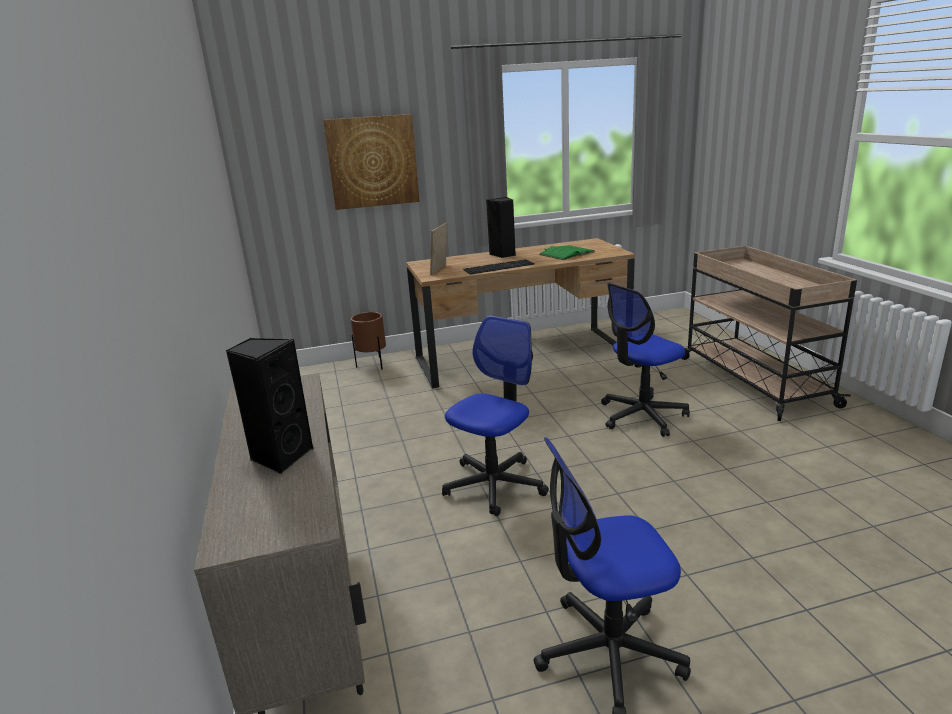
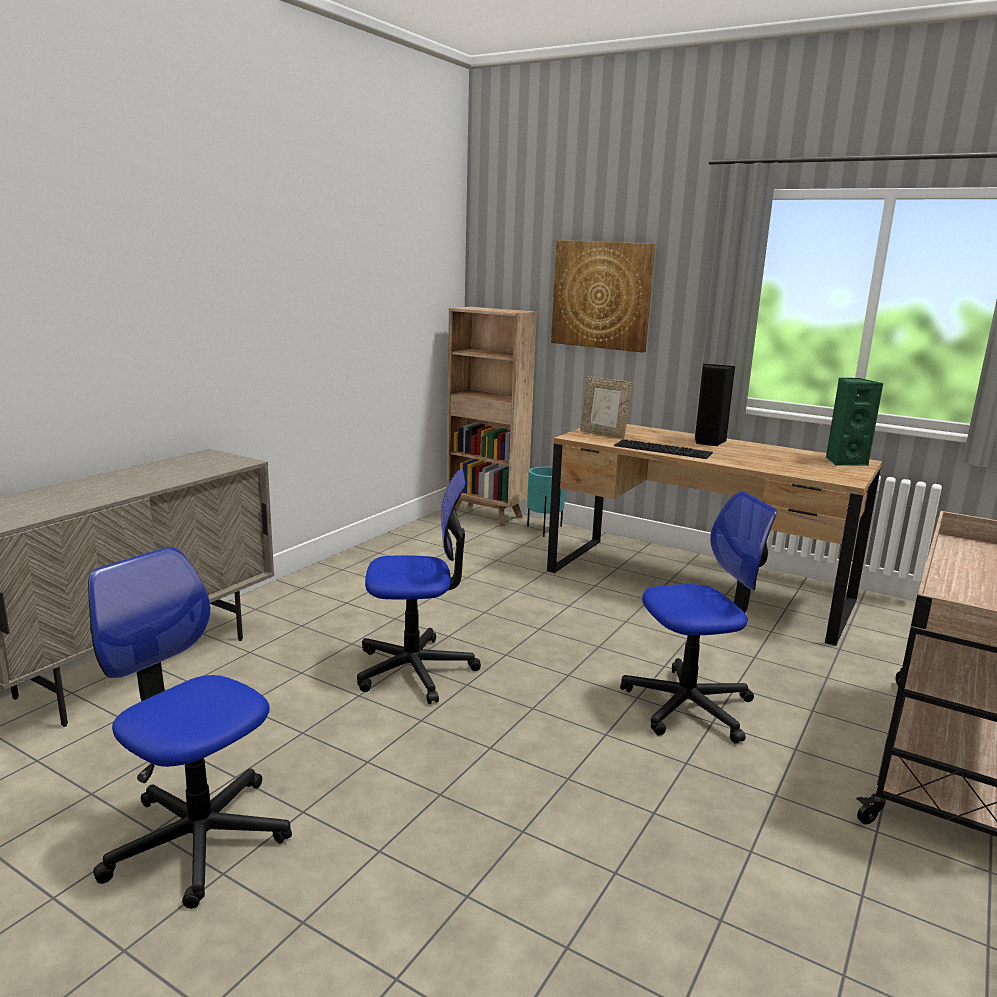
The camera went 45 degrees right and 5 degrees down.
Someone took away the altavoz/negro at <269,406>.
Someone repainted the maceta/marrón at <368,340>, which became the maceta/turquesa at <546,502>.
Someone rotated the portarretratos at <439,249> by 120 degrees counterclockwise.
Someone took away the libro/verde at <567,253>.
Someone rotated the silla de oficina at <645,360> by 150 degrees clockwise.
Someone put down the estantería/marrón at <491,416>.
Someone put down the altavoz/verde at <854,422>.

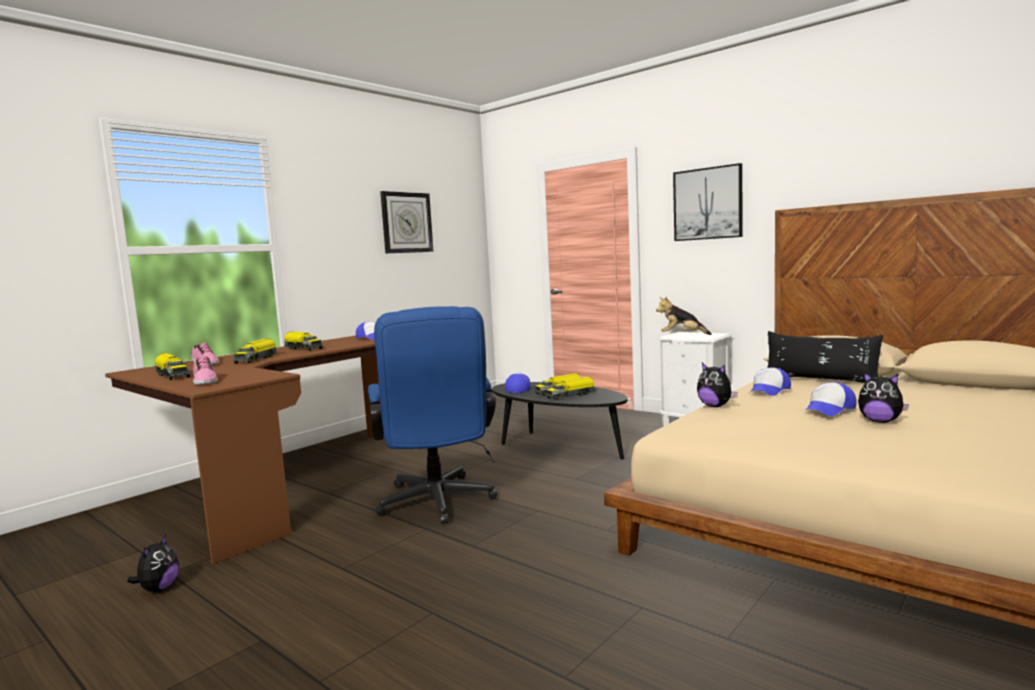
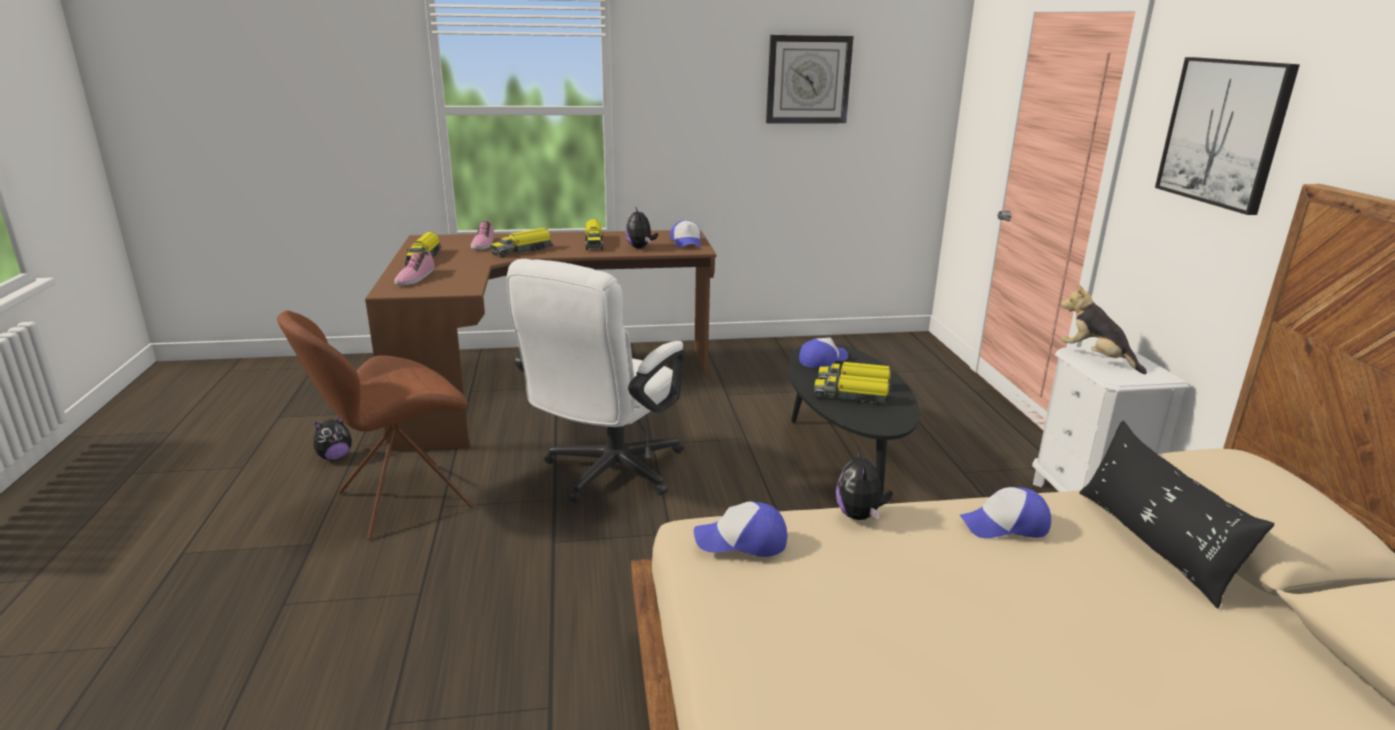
The camera went 40 degrees right and 15 degrees up.
Someone repainted the silla de oficina/azul at <433,415>, which became the silla de oficina/blanco at <595,381>.
Someone carried the gorra from <830,399> to <740,529>.
Someone carried the peluche from <883,397> to <642,228>.
Someone put down the silla/marrón at <374,425>.

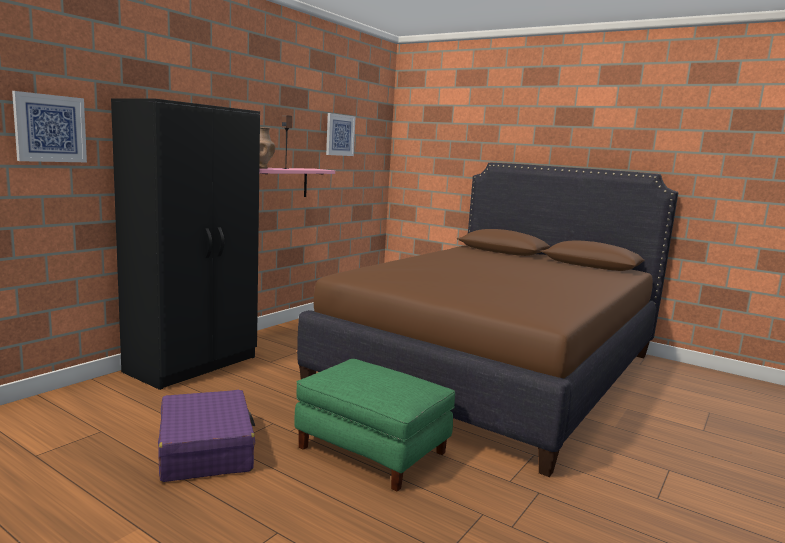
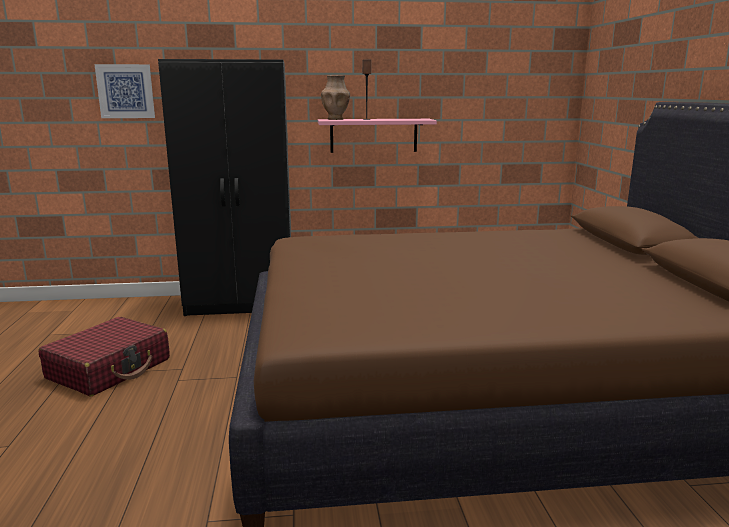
The camera went 50 degrees right and 5 degrees up.
Someone repainted the maleta/morado at <206,436>, which became the maleta/rojo at <104,356>.
Someone took away the puf/verde at <374,425>.
Someone took away the cuadro at <340,134>.

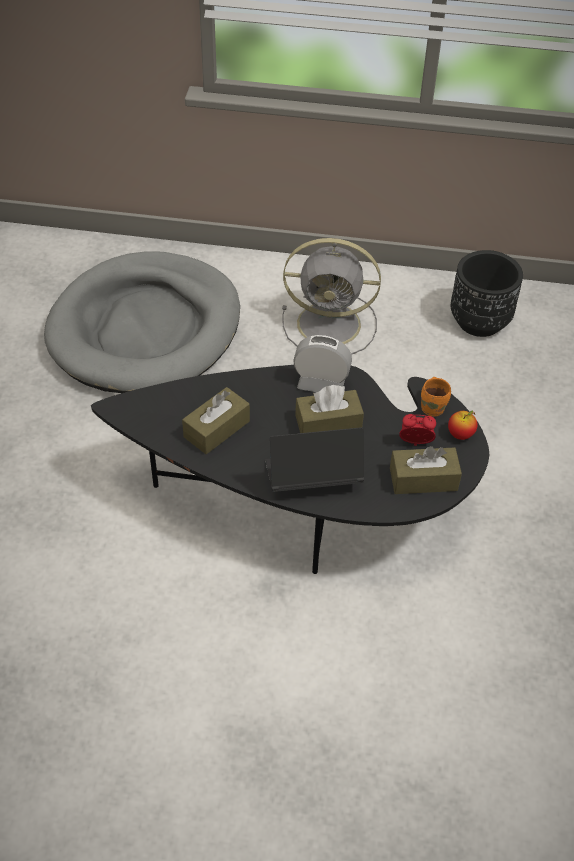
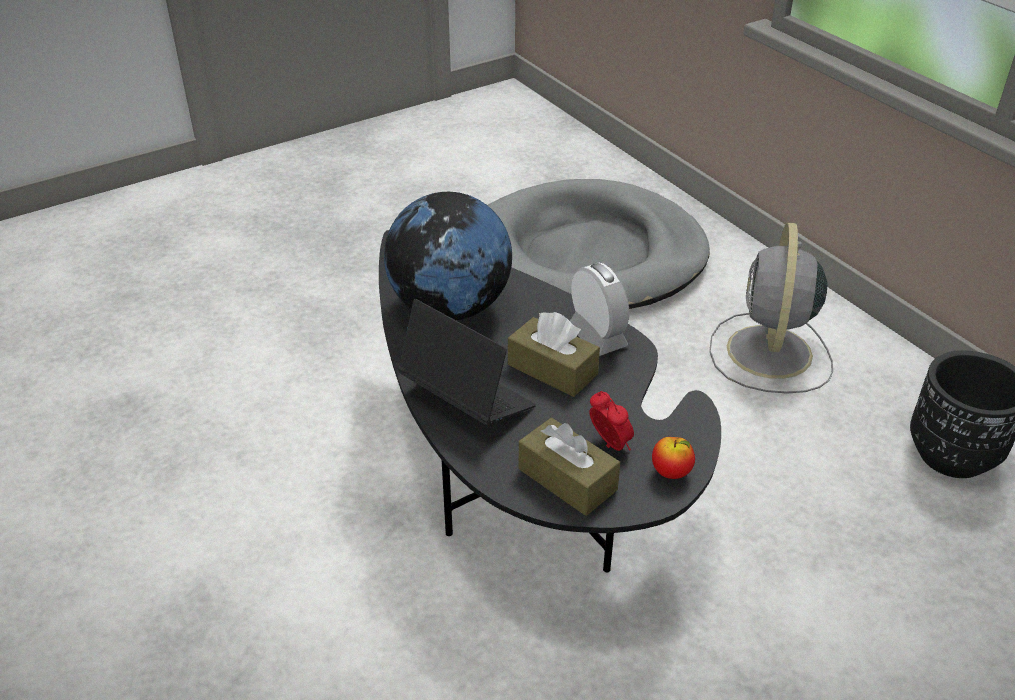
The camera went 50 degrees right and 10 degrees down.
Someone swapped the caja de pañuelos/marrón at <216,420> for the globo terráqueo at <448,256>.
Someone rotated the ventilador/gris at <331,296> by 45 degrees clockwise.
Someone took away the taza grande/naranja at <436,397>.

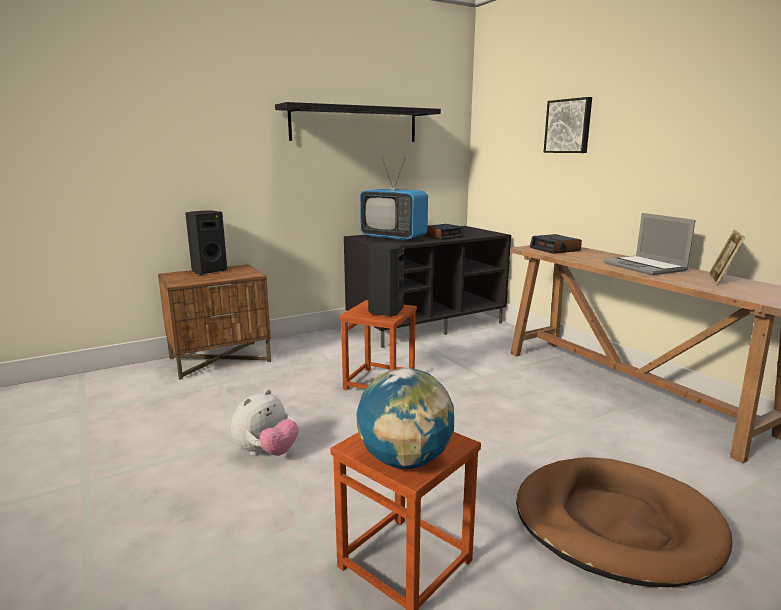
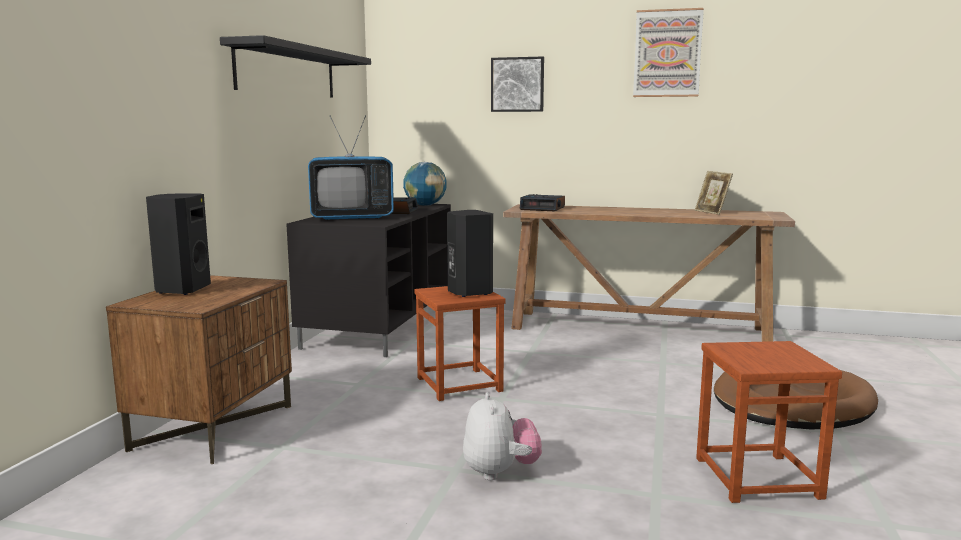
The camera went 45 degrees left and 5 degrees down.
Someone carried the globo terráqueo from <405,418> to <425,184>.
Someone took away the portátil at <650,244>.
Someone put up the cuadro at <668,52>.

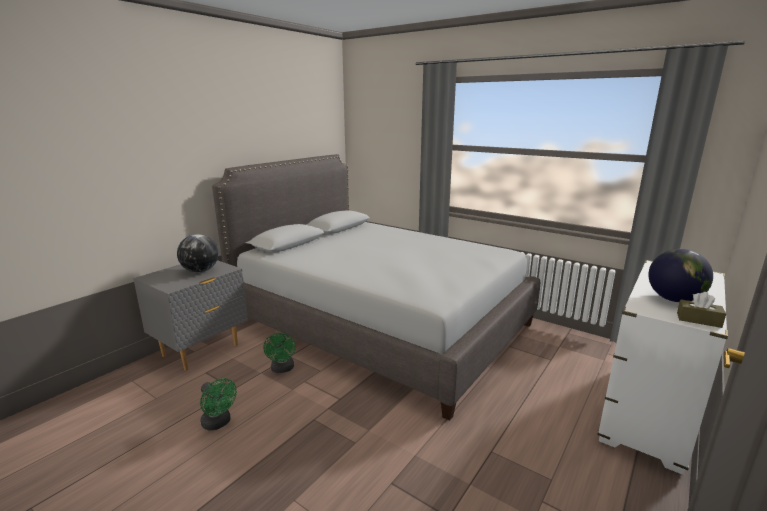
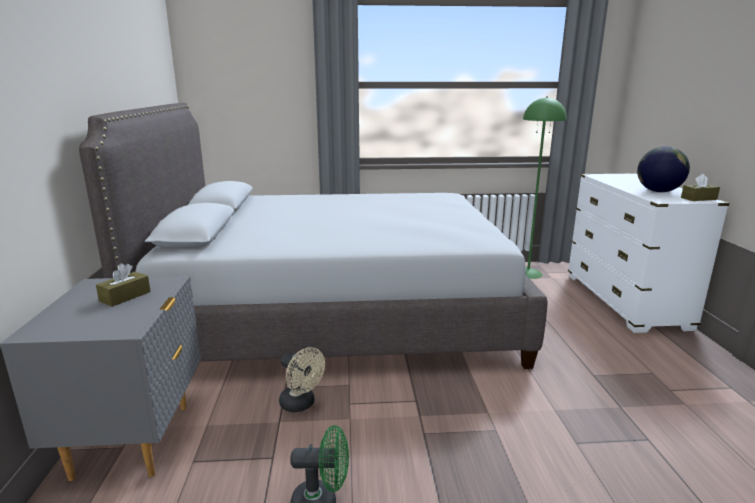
The camera went 40 degrees left and 0 degrees up.
Someone swapped the globo terráqueo at <197,253> for the caja de pañuelos/marrón at <123,285>.
Someone repainted the ventilador/verde at <279,353>, which became the ventilador/beis at <302,379>.
Someone put down the lámpara de pie/verde at <545,187>.

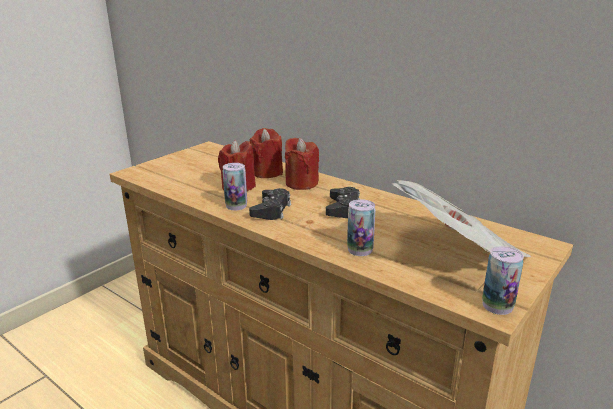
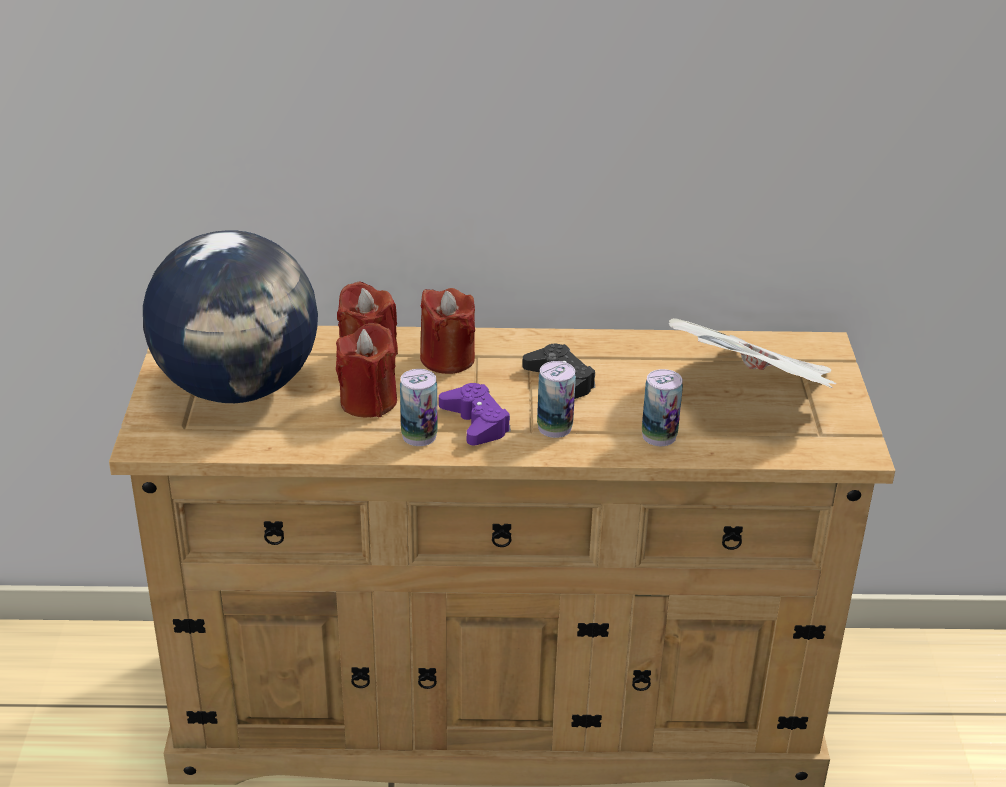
The camera went 40 degrees left and 10 degrees up.
Someone repainted the mando de consola/negro at <270,204>, which became the mando de consola/morado at <475,414>.
Someone carried the lata from <503,280> to <556,399>.
Someone put down the globo terráqueo at <230,316>.

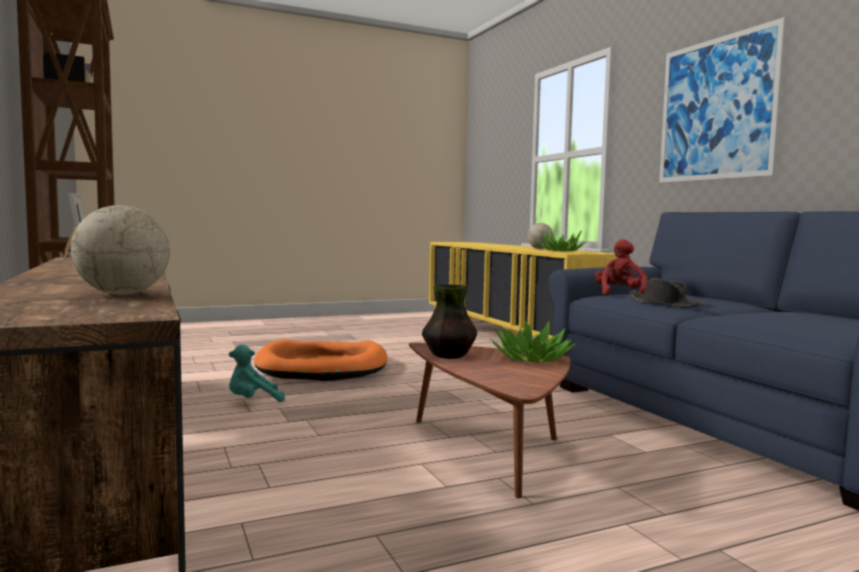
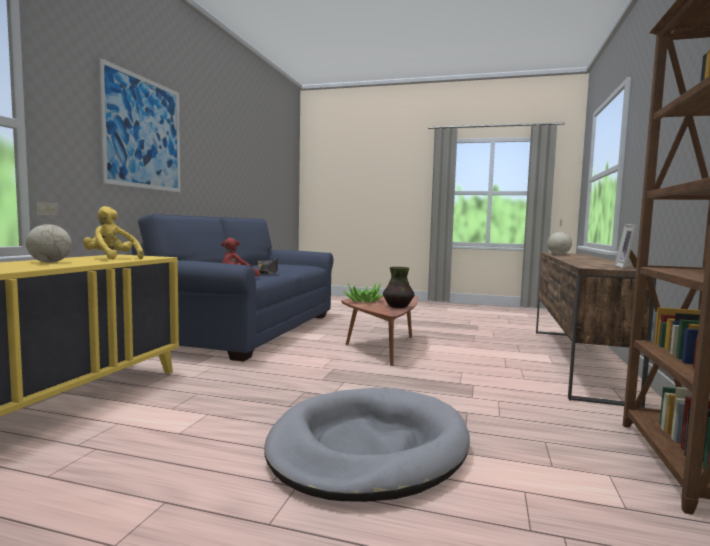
The camera went 140 degrees left and 0 degrees up.
Someone took away the peluche/turquesa at <257,373>.
Someone repainted the cama para perro/naranja at <320,360>, which became the cama para perro/gris at <367,445>.
Someone swapped the planta en maceta at <562,240> for the peluche/amarillo at <113,232>.

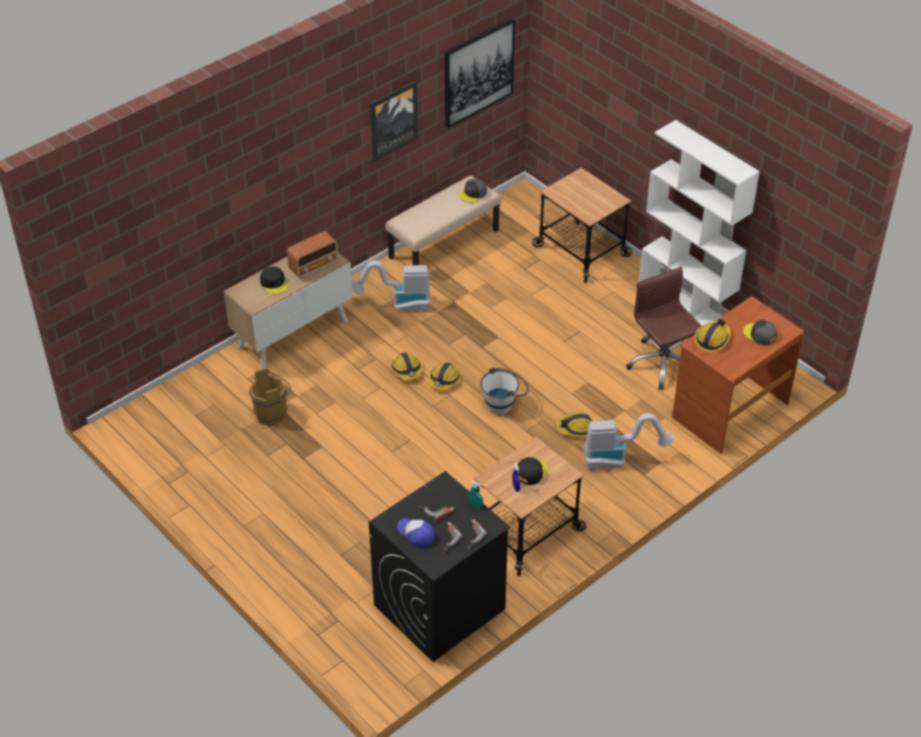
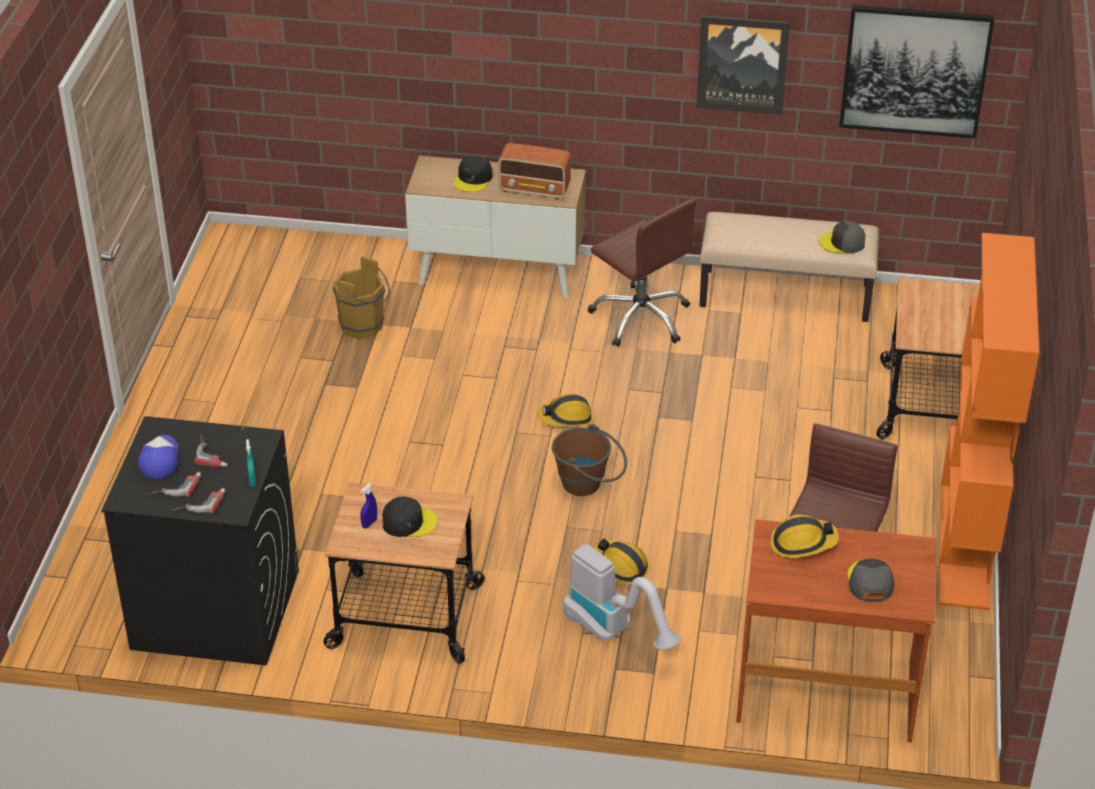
The camera went 50 degrees right and 5 degrees down.
Someone swapped the aspiradora at <391,287> for the silla de oficina/marrón at <642,273>.
Someone took away the casco at <406,366>.
Someone repainted the cubo/blanco at <504,391>, which became the cubo/marrón at <589,460>.
Someone repainted the estantería/blanco at <699,223>, which became the estantería/naranja at <989,421>.

